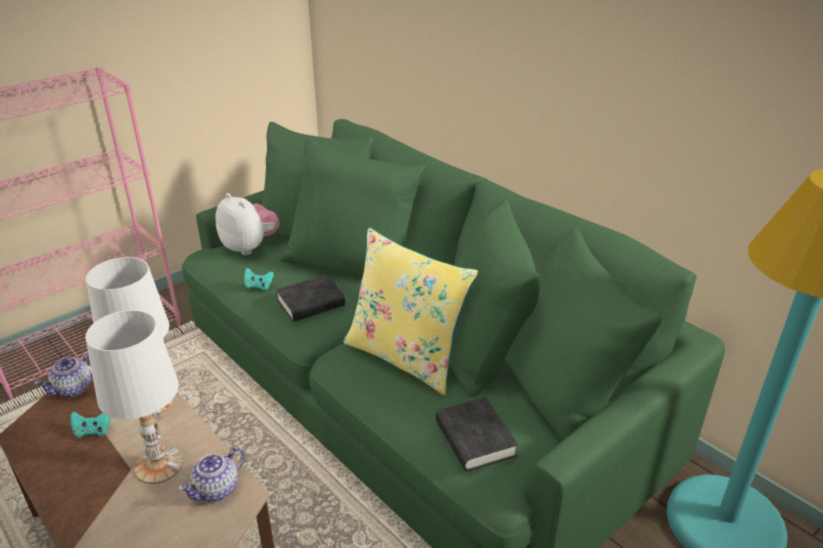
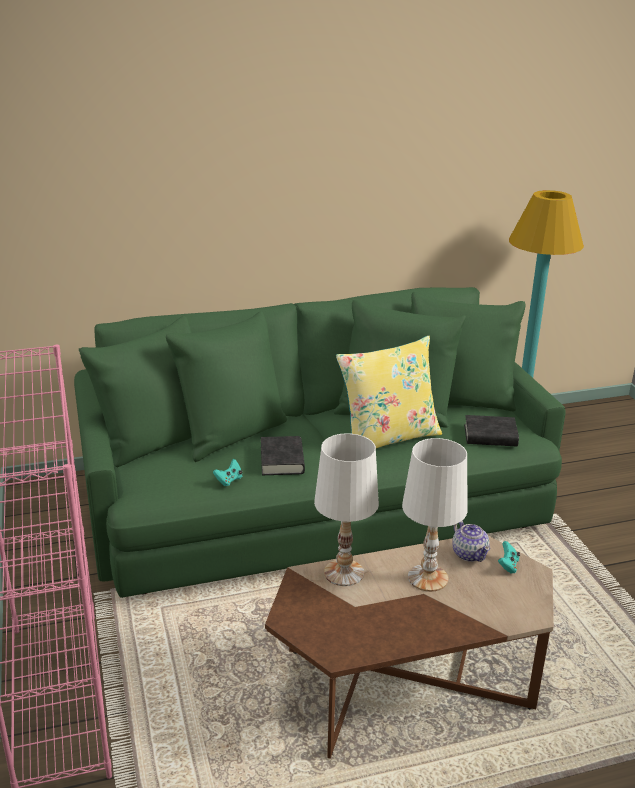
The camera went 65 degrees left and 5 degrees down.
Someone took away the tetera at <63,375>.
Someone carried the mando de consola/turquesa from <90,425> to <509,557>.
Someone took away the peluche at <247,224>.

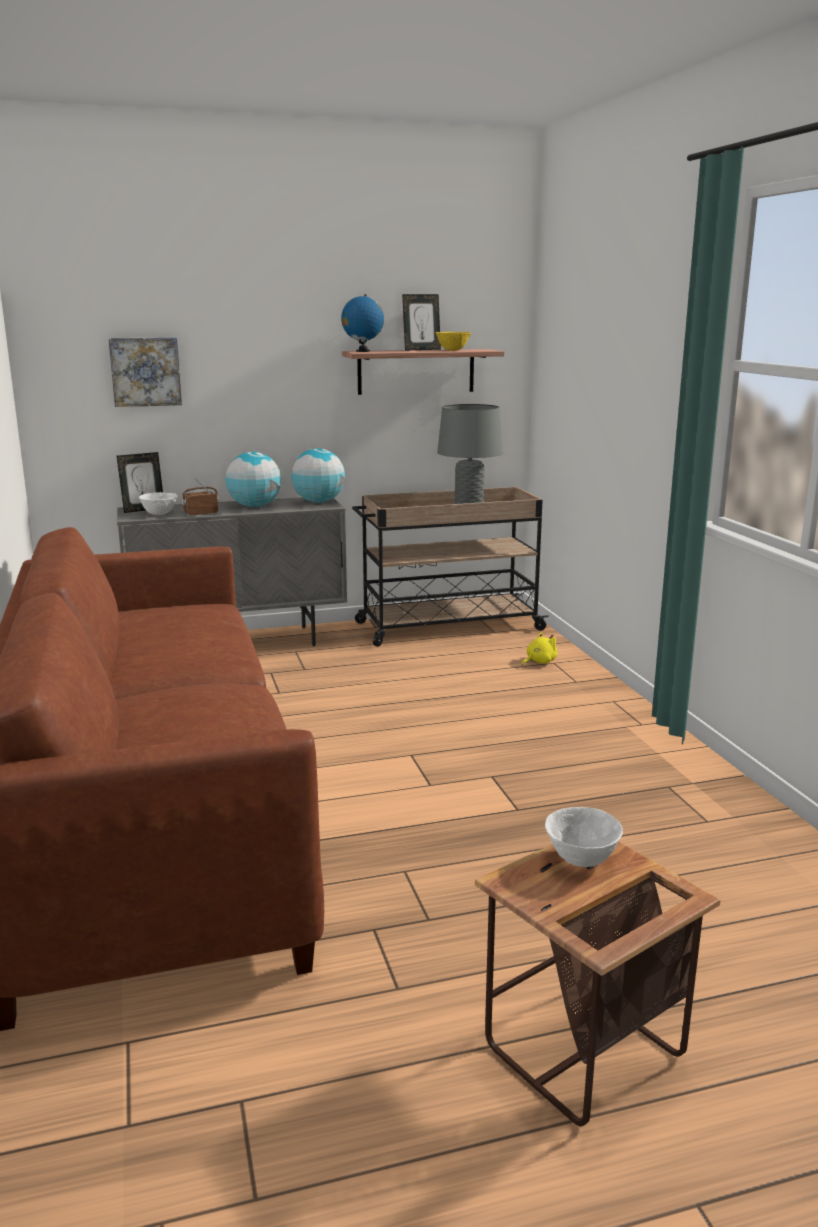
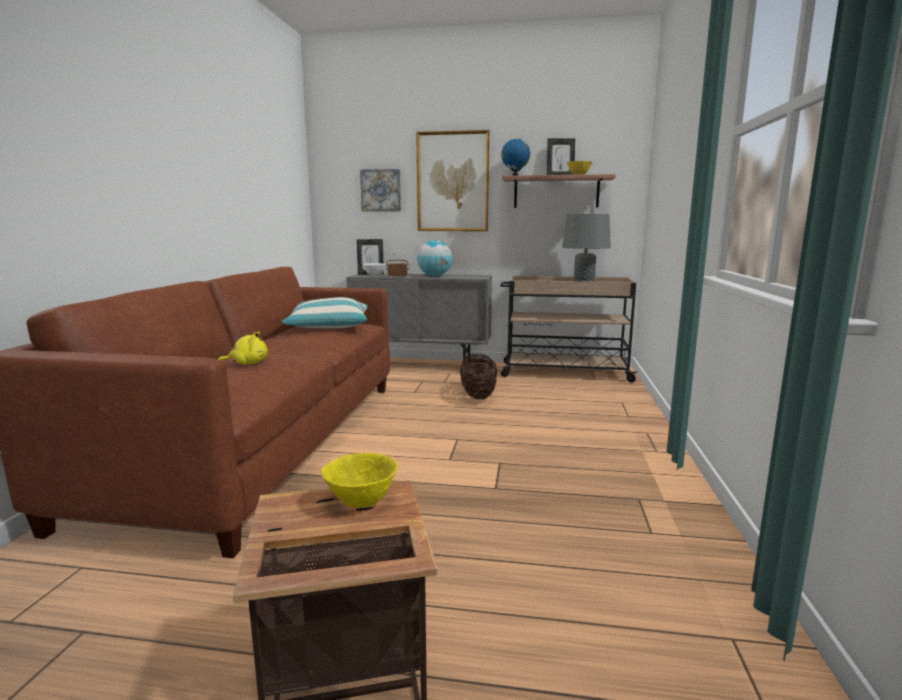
The camera went 25 degrees right and 5 degrees down.
Someone took away the globo terráqueo at <318,475>.
Someone carried the peluche/amarillo from <539,648> to <243,348>.
Someone repainted the cuenco/blanco at <584,837>, which became the cuenco/amarillo at <359,480>.
Someone put down the cojín at <324,313>.
Someone put up the cuadro at <452,180>.
Someone put down the cesta at <478,377>.

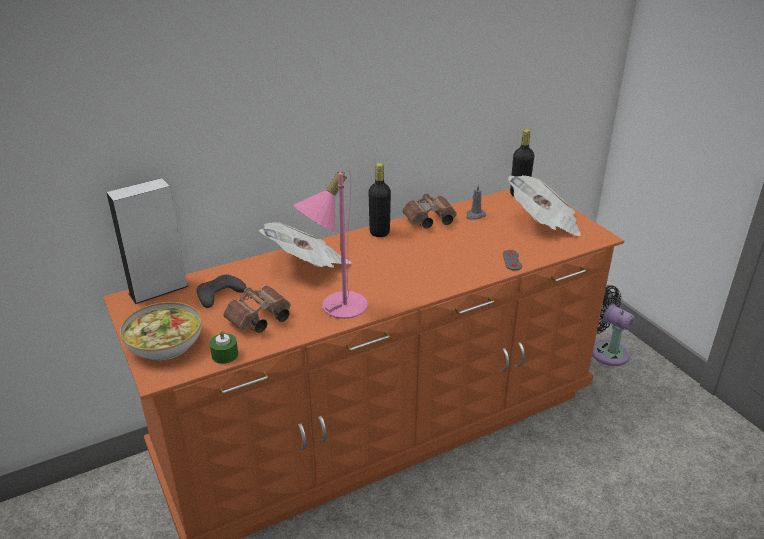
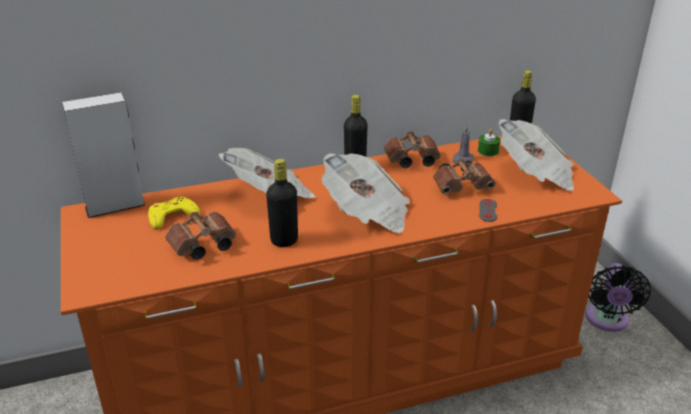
The camera went 10 degrees right and 0 degrees up.
Someone took away the cuenco at <161,331>.
Someone repainted the mando de consola/gris at <222,291>, which became the mando de consola/amarillo at <174,213>.
Someone carried the vela/verde from <223,347> to <489,142>.
Someone swapped the lámpara de mesa/rosa at <331,244> for the botella/negro at <282,203>.
Someone rotated the ventilador/negro at <613,325> by 135 degrees counterclockwise.
Someone put down the periódico at <366,193>.
Someone put down the prismáticos/marrón at <464,176>.

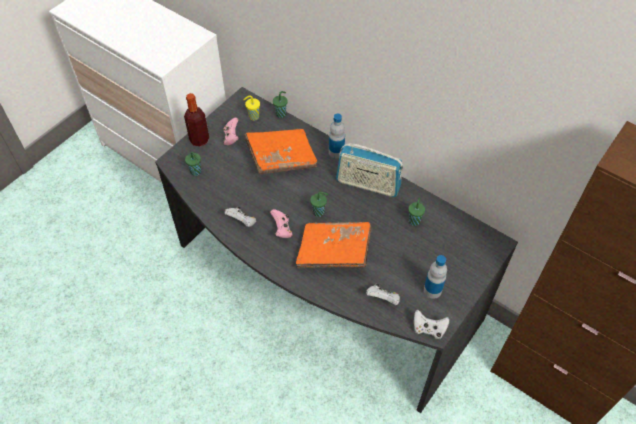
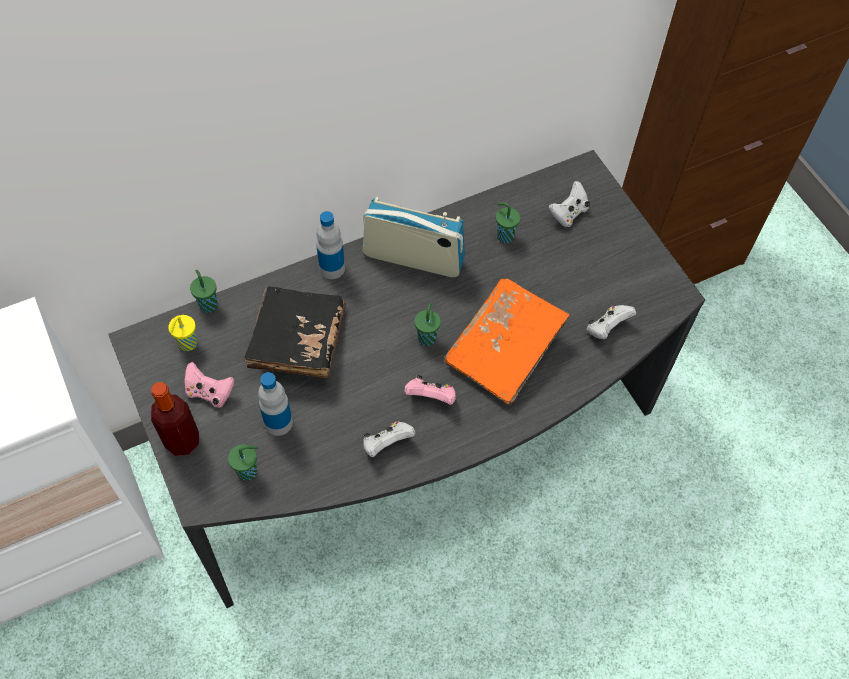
The camera went 65 degrees left and 5 degrees up.
Someone repainted the libro/naranja at <281,151>, which became the libro/negro at <295,332>.
Someone rotated the radio at <369,170> by 120 degrees counterclockwise.
Someone carried the mando de consola/blanco from <431,324> to <569,204>.
Someone carried the botella from <435,277> to <275,404>.

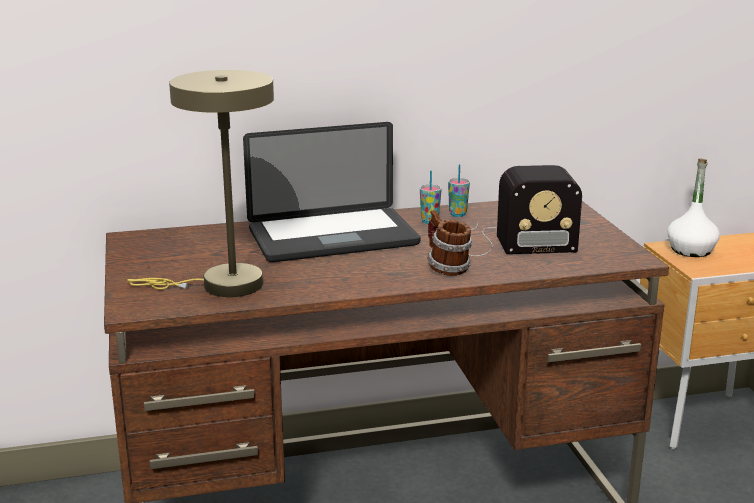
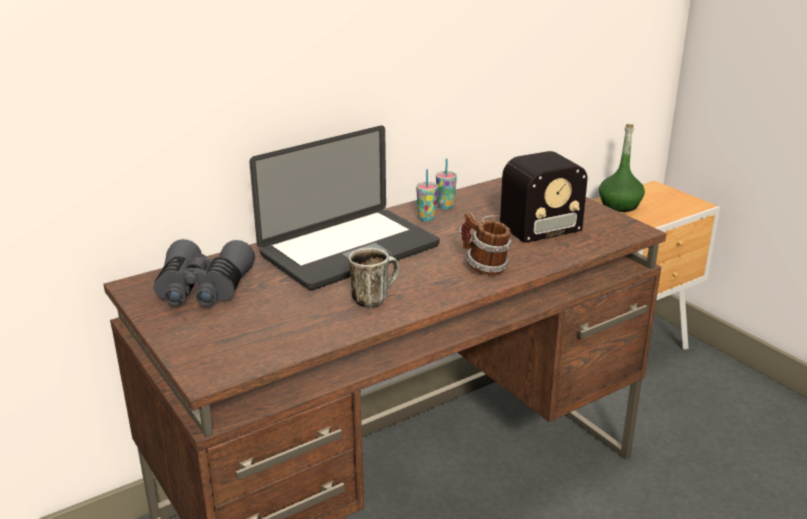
The camera went 20 degrees left and 5 degrees up.
Someone took away the lámpara de mesa/beis at <200,183>.
Someone repainted the botella/blanco at <693,207>, which became the botella/verde at <622,168>.
Someone put down the prismáticos/gris at <204,272>.
Someone put down the taza grande at <374,277>.

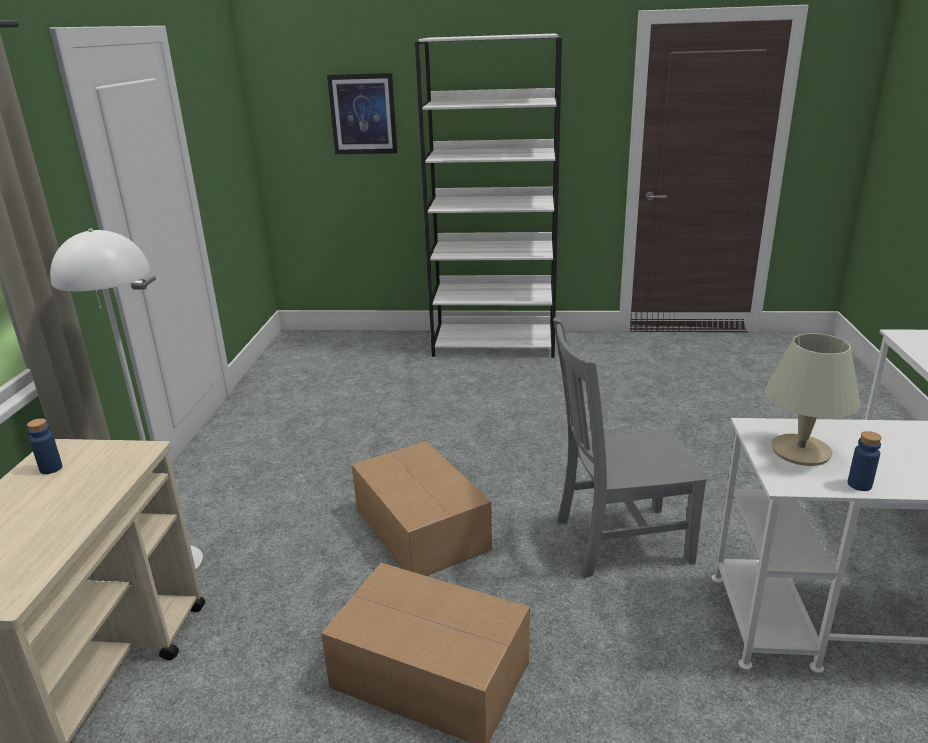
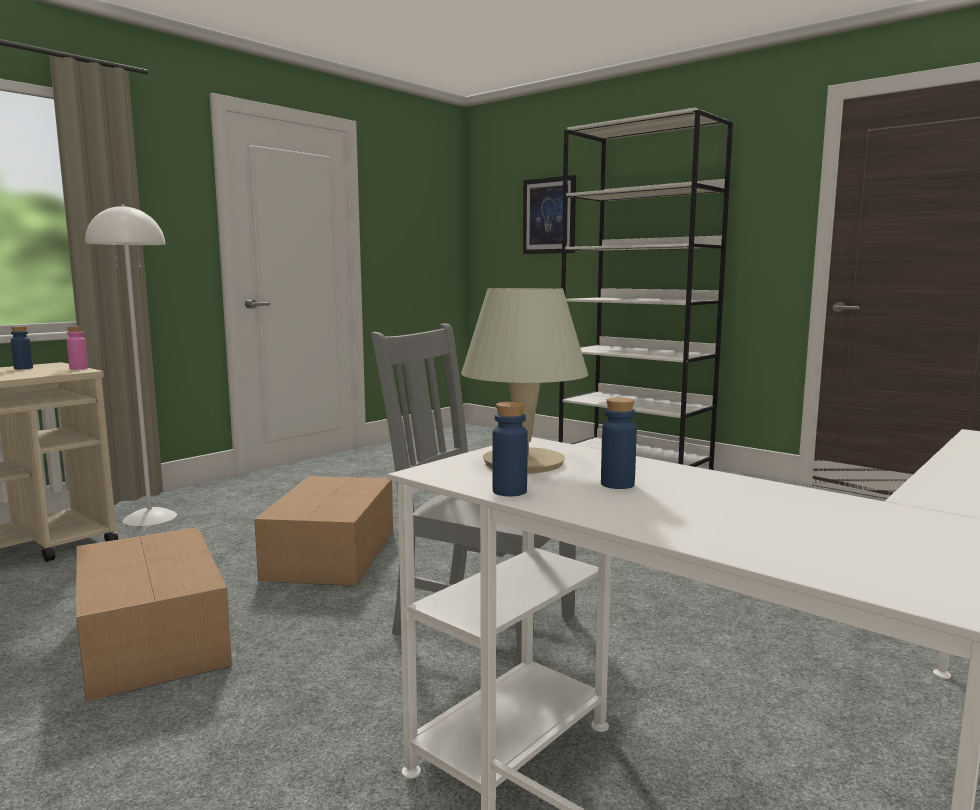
The camera went 35 degrees right and 15 degrees down.
Someone put down the botella/rosa at <77,348>.
Someone put down the botella/azul at <619,443>.

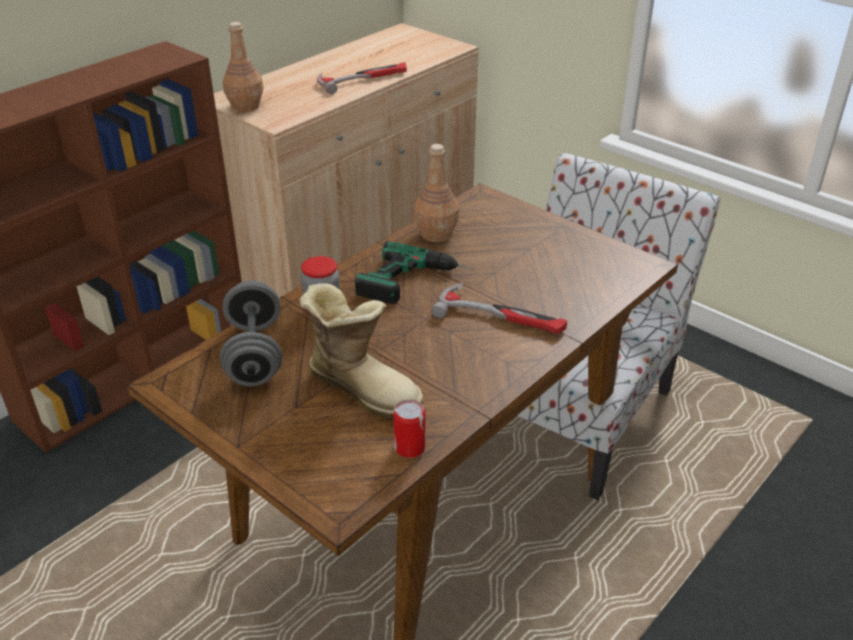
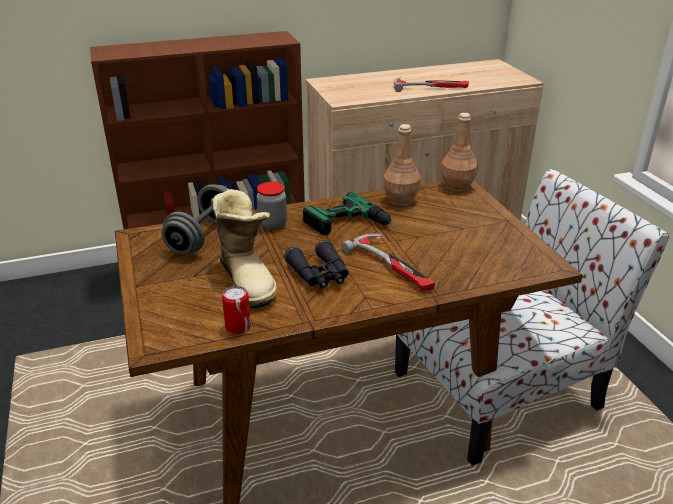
The camera went 30 degrees right and 5 degrees down.
Someone carried the botella/marrón from <243,67> to <459,152>.
Someone put down the prismáticos/negro at <316,264>.

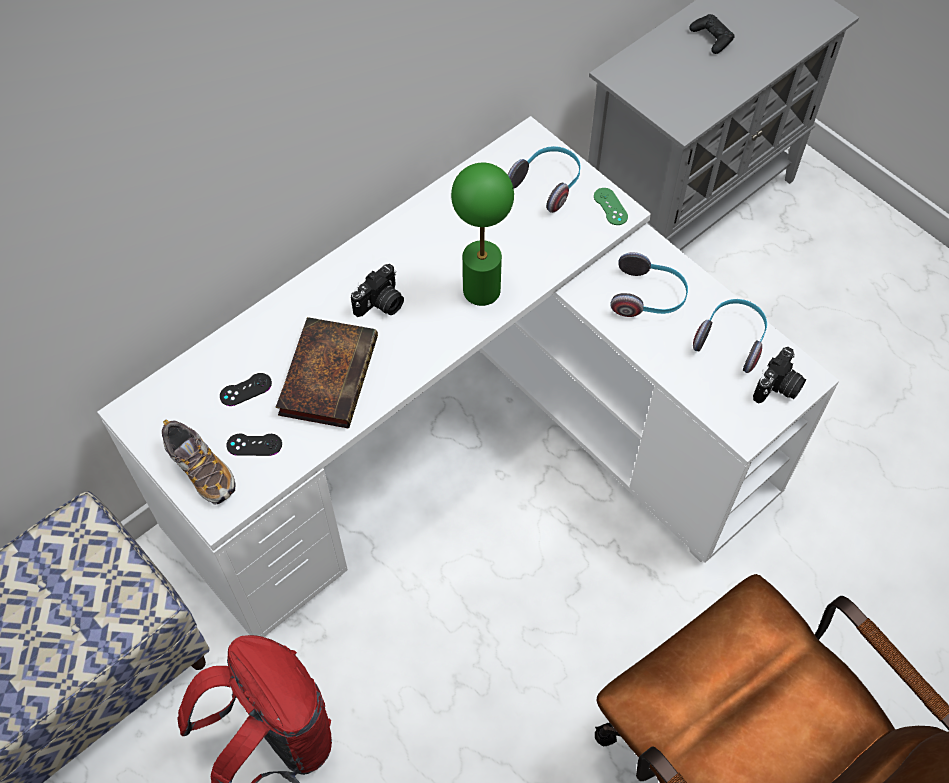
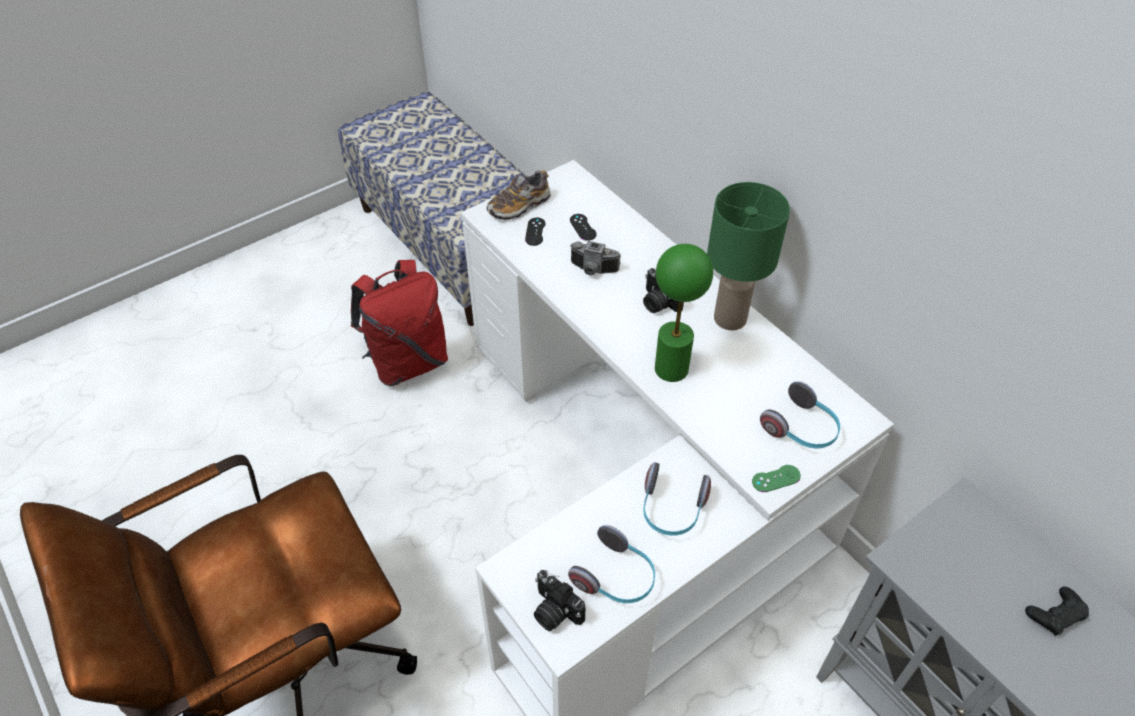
The camera went 95 degrees right and 10 degrees down.
Someone swapped the libro at <327,372> for the cámara at <595,258>.
Someone put down the lámpara de mesa/verde at <748,256>.

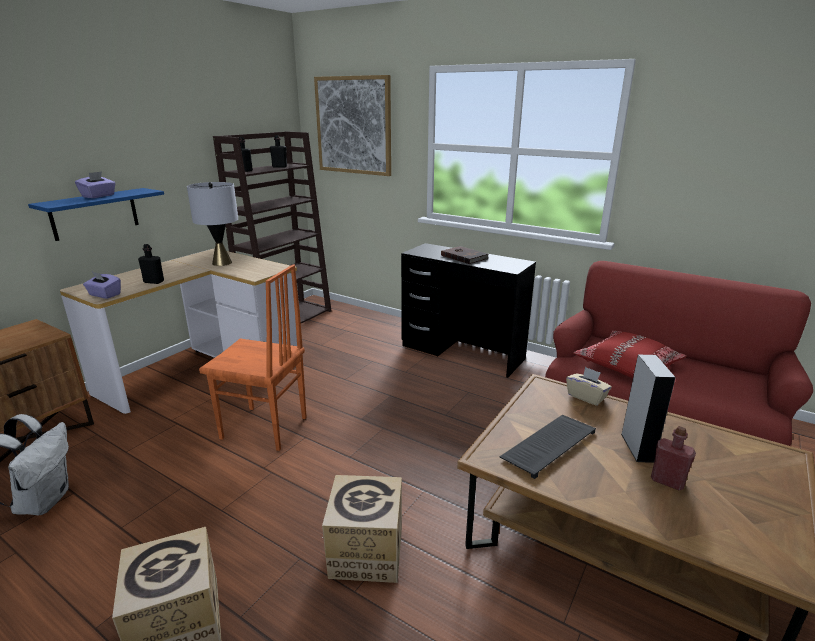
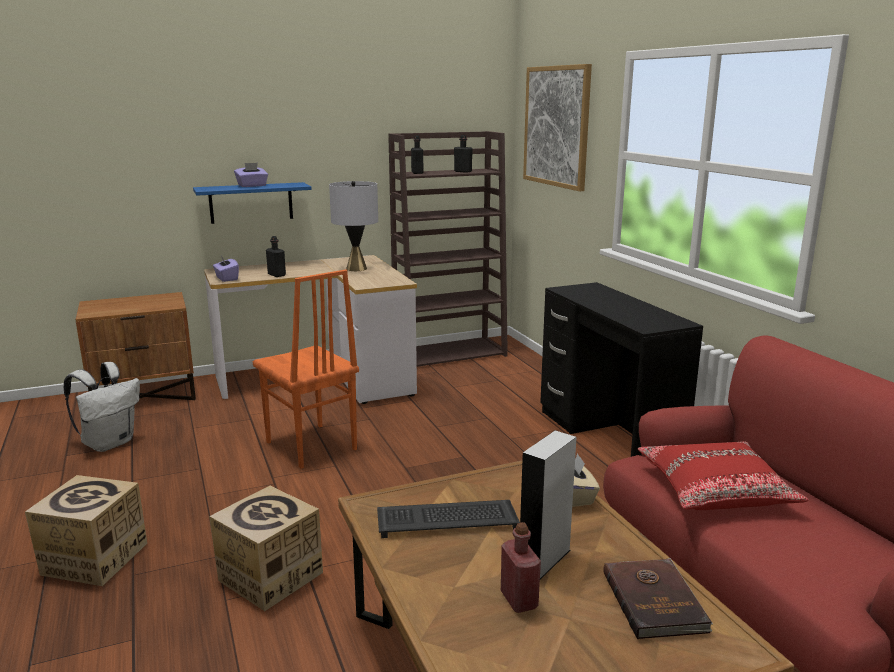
The camera went 35 degrees right and 5 degrees down.
Someone carried the libro/marrón from <465,255> to <658,598>.

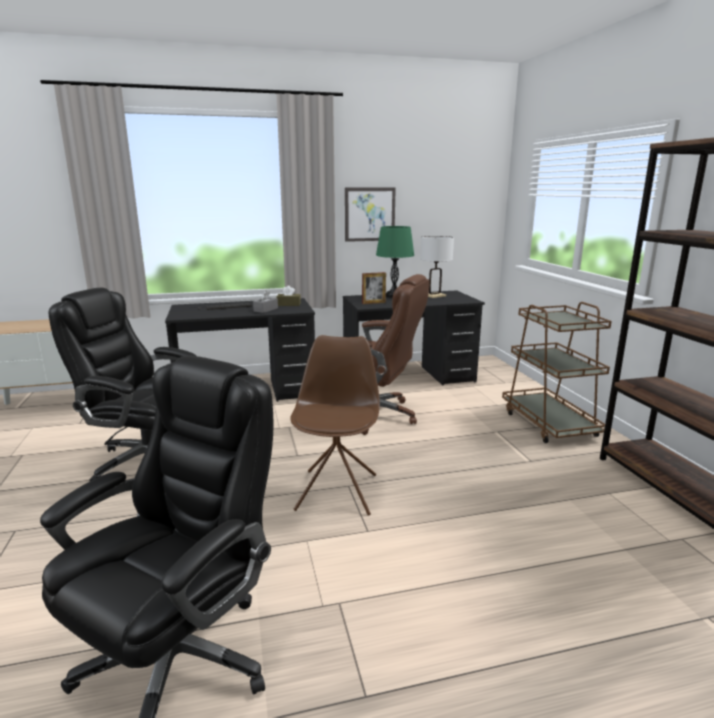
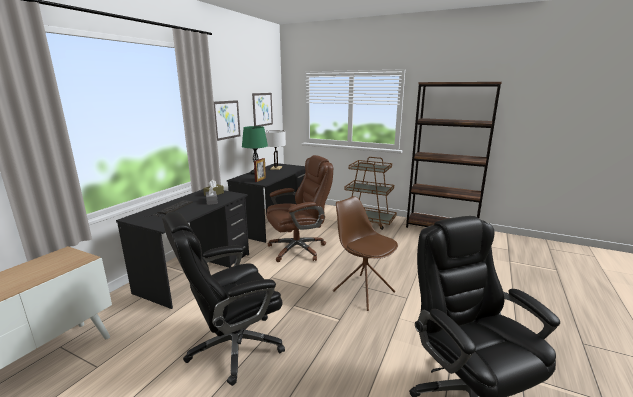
The camera went 50 degrees left and 0 degrees up.
Someone put up the cuadro at <262,109>.

